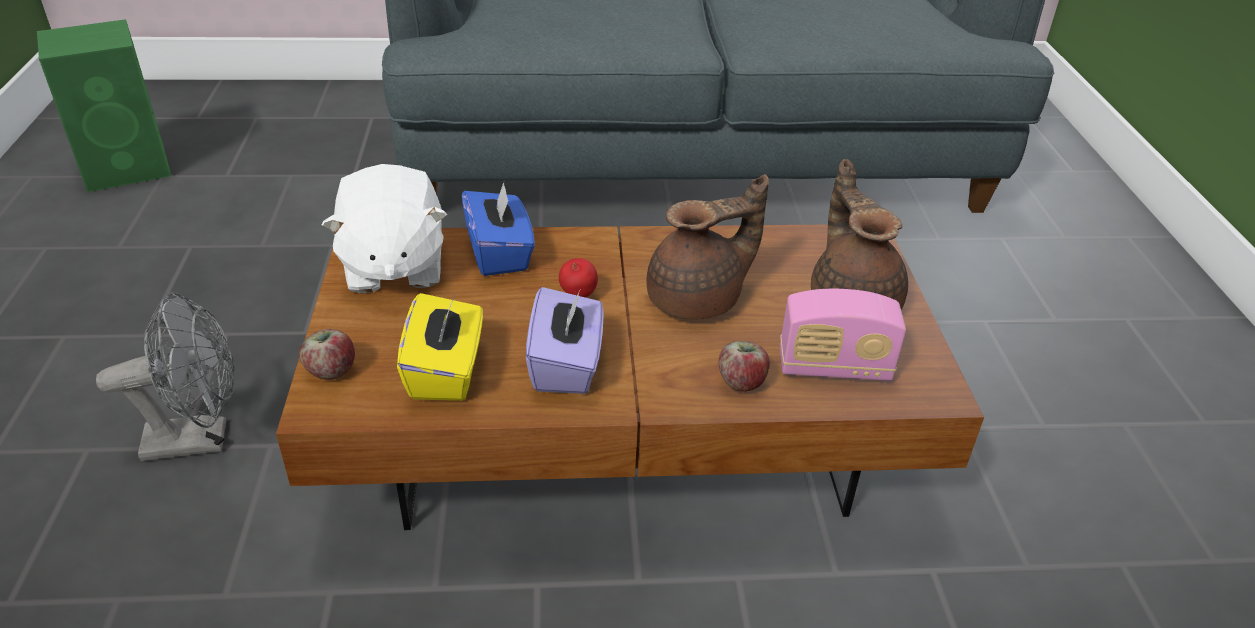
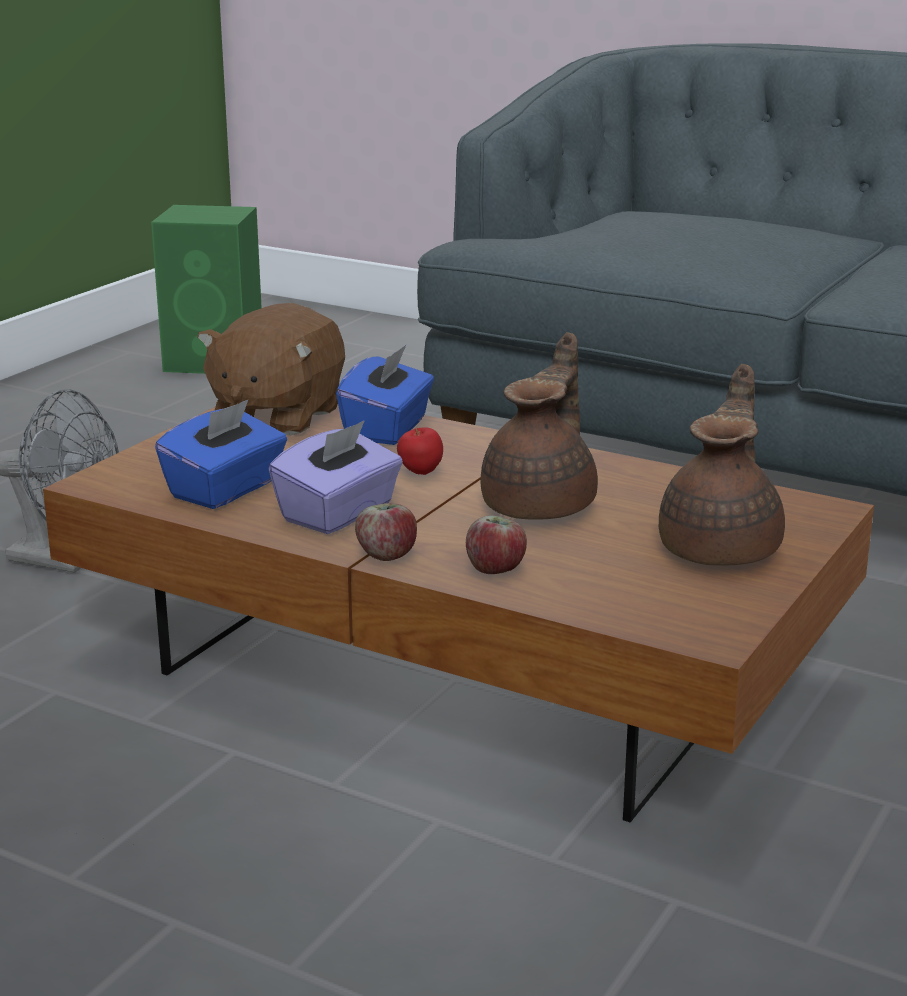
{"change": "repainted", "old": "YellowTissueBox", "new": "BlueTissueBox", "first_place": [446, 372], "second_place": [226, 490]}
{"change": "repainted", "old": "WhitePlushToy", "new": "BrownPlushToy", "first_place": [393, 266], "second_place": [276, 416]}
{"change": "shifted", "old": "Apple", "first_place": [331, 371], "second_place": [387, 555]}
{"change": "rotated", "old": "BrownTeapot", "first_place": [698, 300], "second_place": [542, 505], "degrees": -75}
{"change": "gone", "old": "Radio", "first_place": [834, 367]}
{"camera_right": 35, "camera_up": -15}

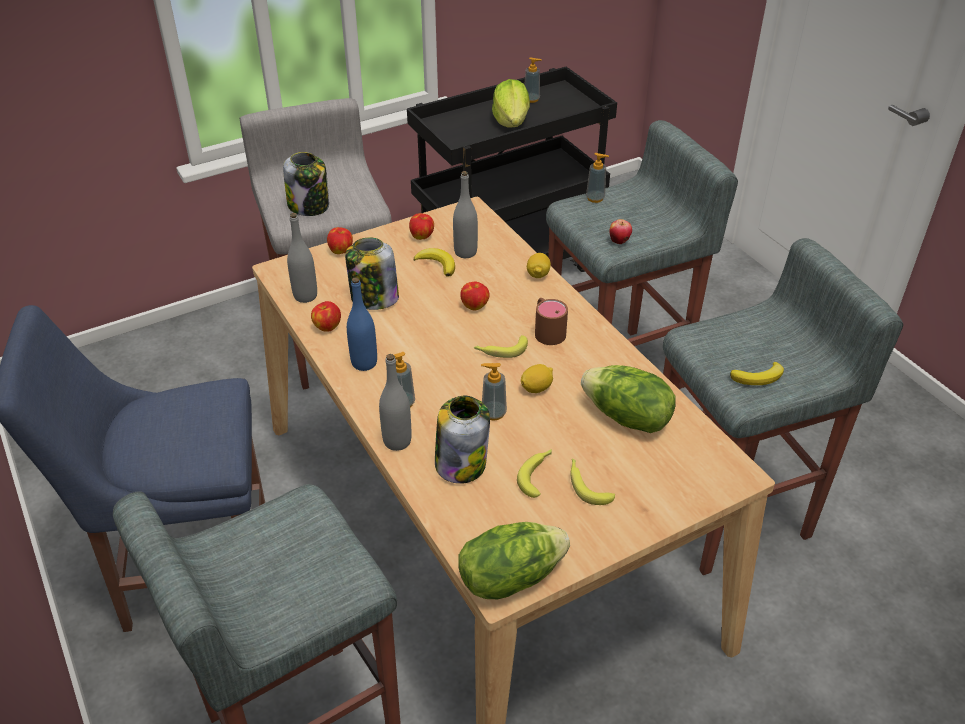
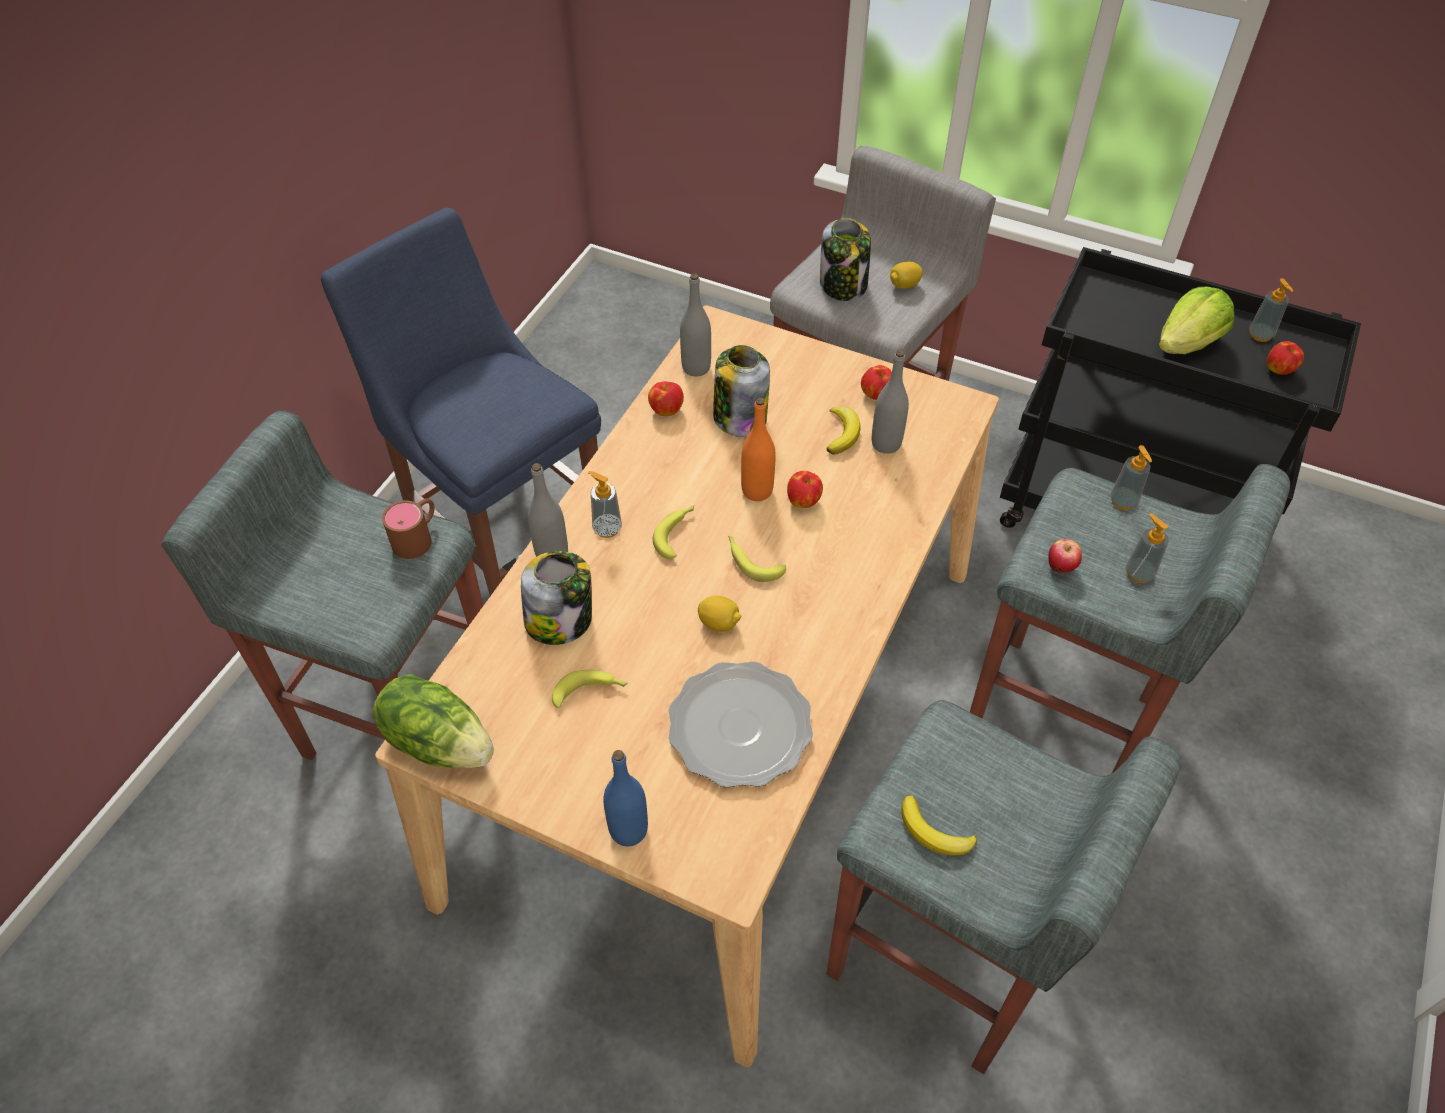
{"change": "shifted", "old": "BrownMug", "first_place": [547, 330], "second_place": [418, 537]}
{"change": "shifted", "old": "BlueBottle", "first_place": [364, 363], "second_place": [628, 830]}
{"change": "shifted", "old": "Banana", "first_place": [587, 485], "second_place": [676, 534]}
{"change": "swapped", "old": "Lettuce", "new": "Plate", "first_place": [626, 417], "second_place": [739, 727]}
{"change": "new", "new": "OrangeBottle", "second_place": [757, 490]}
{"change": "shifted", "old": "Lemon", "first_place": [538, 274], "second_place": [904, 285]}
{"change": "shifted", "old": "SoapDispenser", "first_place": [493, 413], "second_place": [1139, 573]}
{"change": "shifted", "old": "Apple", "first_place": [341, 250], "second_place": [1279, 370]}
{"camera_right": 55, "camera_up": 10}

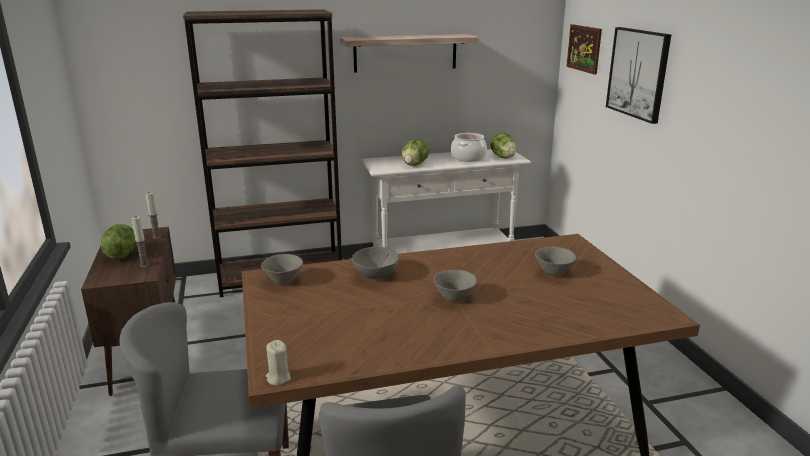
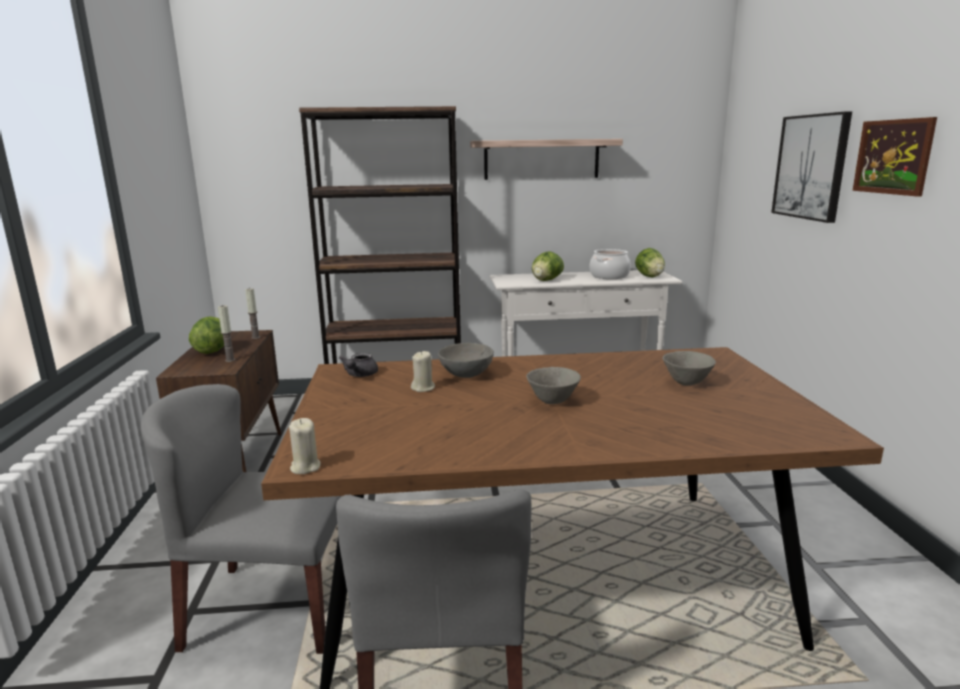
{"change": "swapped", "old": "GreyBowl", "new": "GreyTeapot", "first_place": [284, 281], "second_place": [359, 375]}
{"change": "new", "new": "BeigeCandle", "second_place": [423, 388]}
{"change": "shifted", "old": "Picture", "first_place": [584, 48], "second_place": [893, 157]}
{"camera_right": 10, "camera_up": -5}

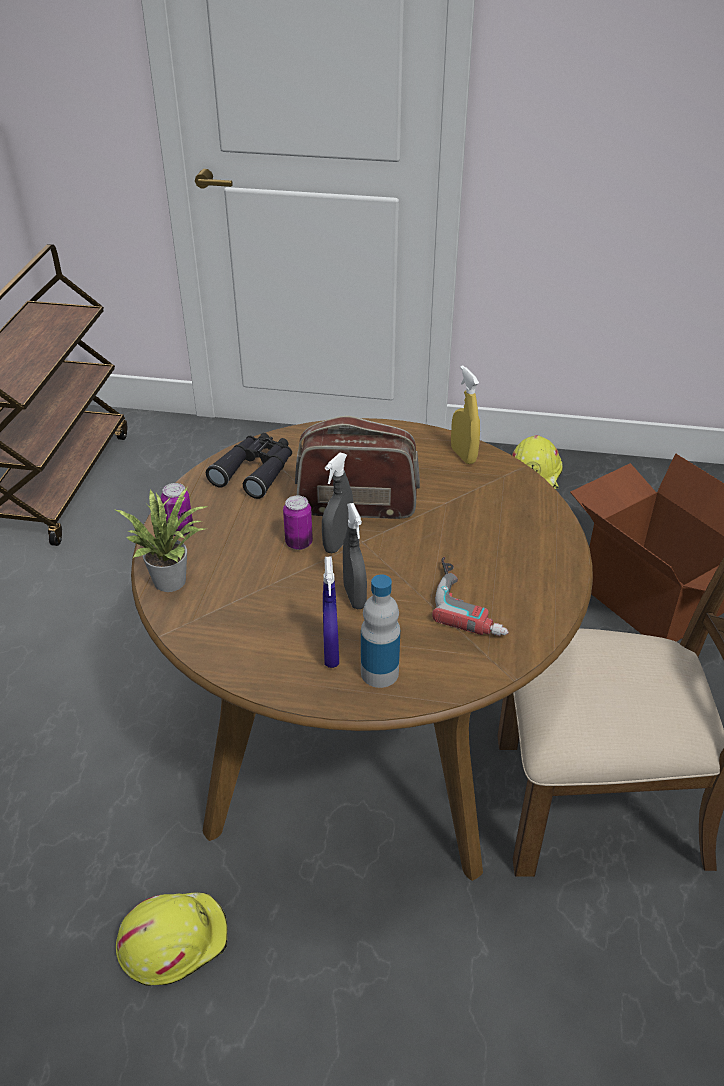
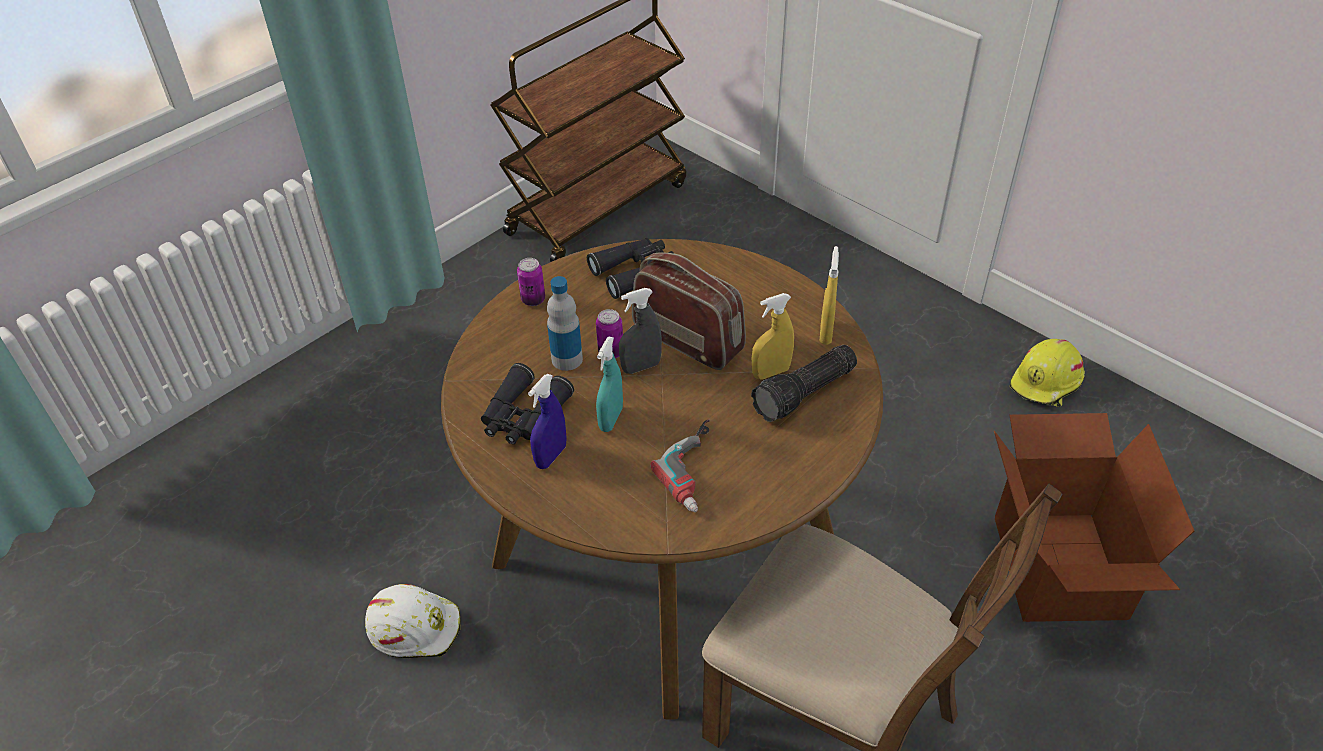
{"change": "repainted", "old": "YellowHardHat", "new": "WhiteHardHat", "first_place": [173, 940], "second_place": [415, 626]}
{"change": "new", "new": "BlackBinoculars", "second_place": [523, 416]}
{"change": "shifted", "old": "Bottle", "first_place": [379, 673], "second_place": [567, 359]}
{"change": "repainted", "old": "GreySprayBottle", "new": "TurquoiseSprayBottle", "first_place": [354, 597], "second_place": [611, 419]}
{"change": "new", "new": "Flashlight", "second_place": [805, 394]}
{"change": "new", "new": "YellowSprayBottle", "second_place": [771, 372]}
{"change": "gone", "old": "PottedPlant", "first_place": [173, 579]}
{"camera_right": 35, "camera_up": 5}

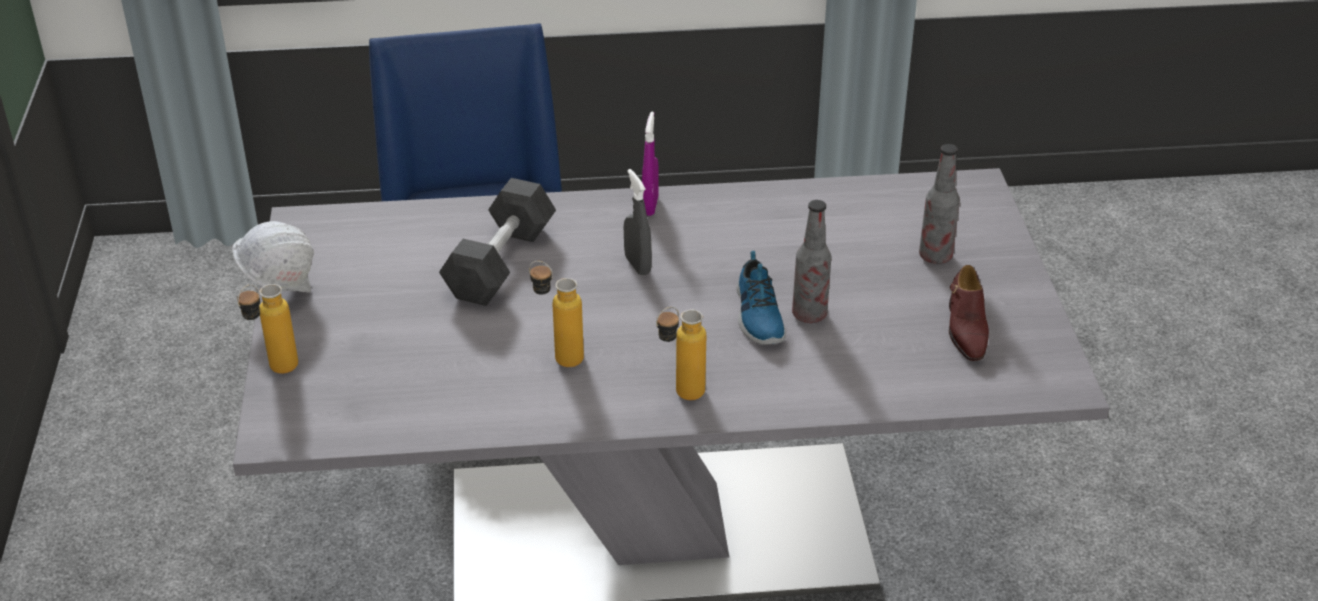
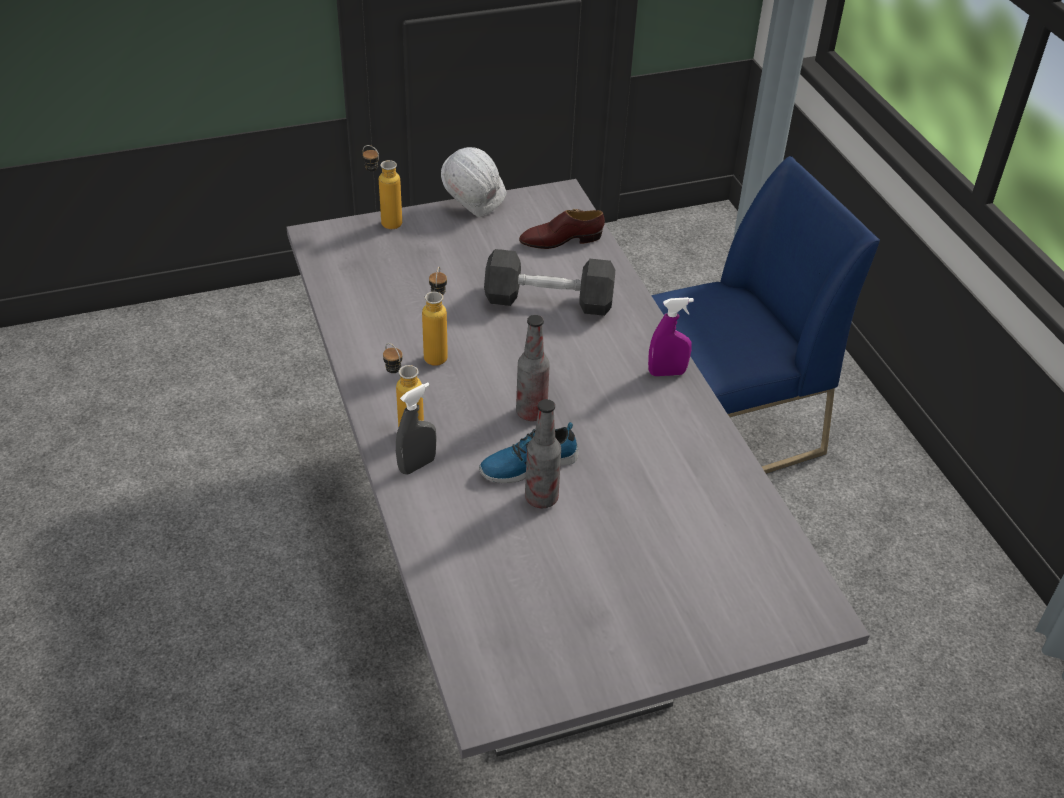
{"change": "shifted", "old": "GreySprayBottle", "first_place": [637, 265], "second_place": [417, 465]}
{"change": "shifted", "old": "Bottle", "first_place": [935, 256], "second_place": [531, 412]}
{"change": "shifted", "old": "BrownShoe", "first_place": [965, 329], "second_place": [561, 240]}
{"camera_right": 75, "camera_up": 5}

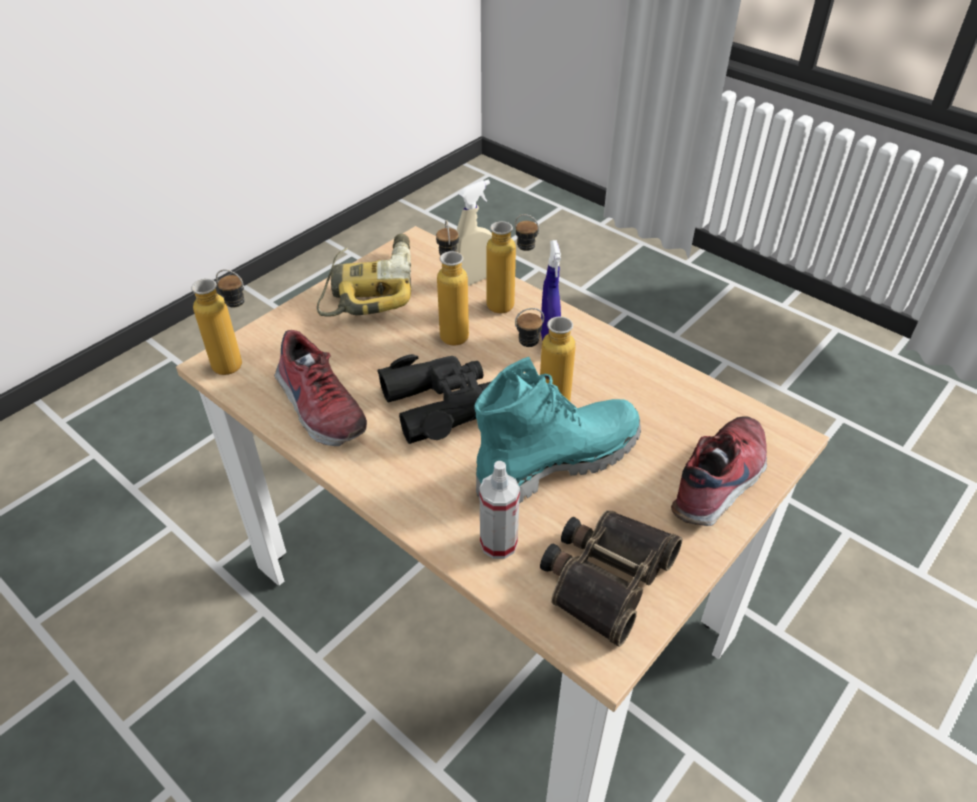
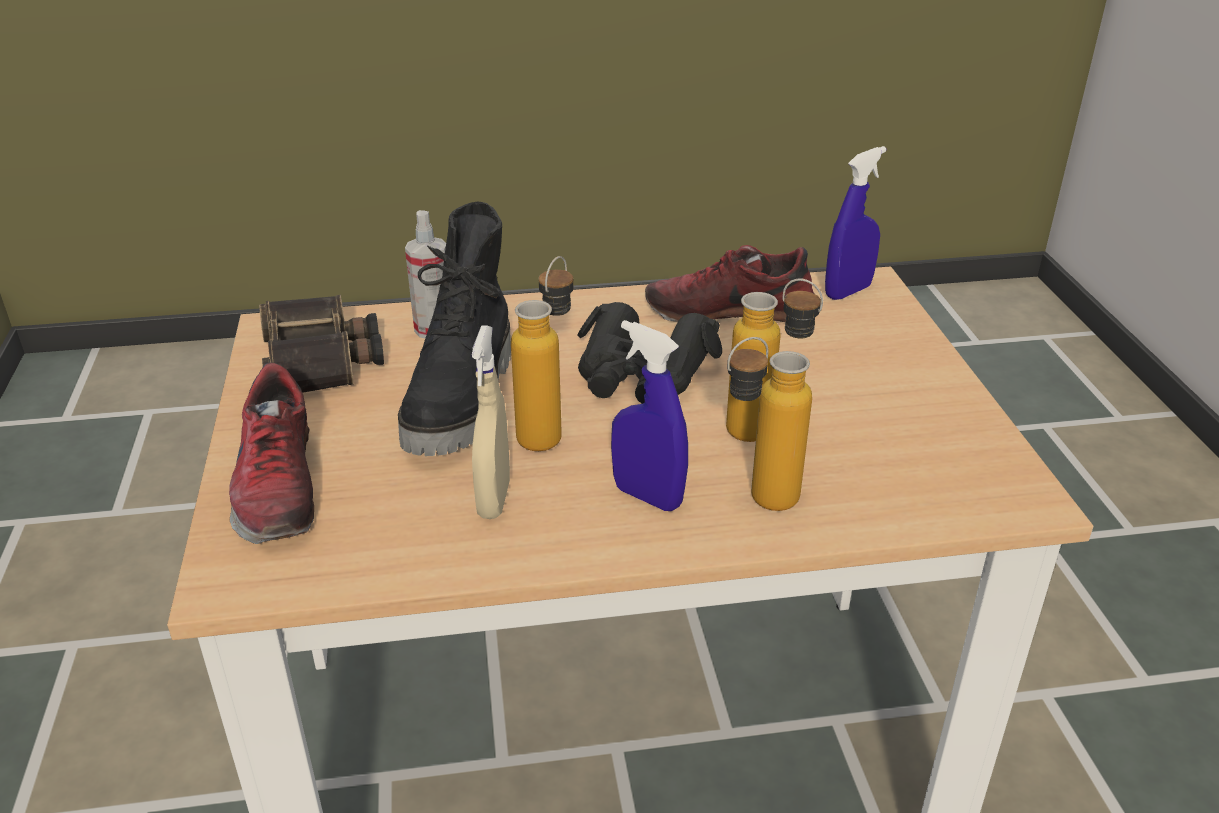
{"change": "repainted", "old": "TurquoiseBoot", "new": "BlackBoot", "first_place": [557, 461], "second_place": [465, 400]}
{"change": "shifted", "old": "BeigeSprayBottle", "first_place": [474, 280], "second_place": [494, 499]}
{"change": "swapped", "old": "Bottle", "new": "BlueSprayBottle", "first_place": [239, 368], "second_place": [848, 291]}
{"change": "gone", "old": "PowerDrill", "first_place": [369, 286]}
{"camera_right": 130, "camera_up": -10}

